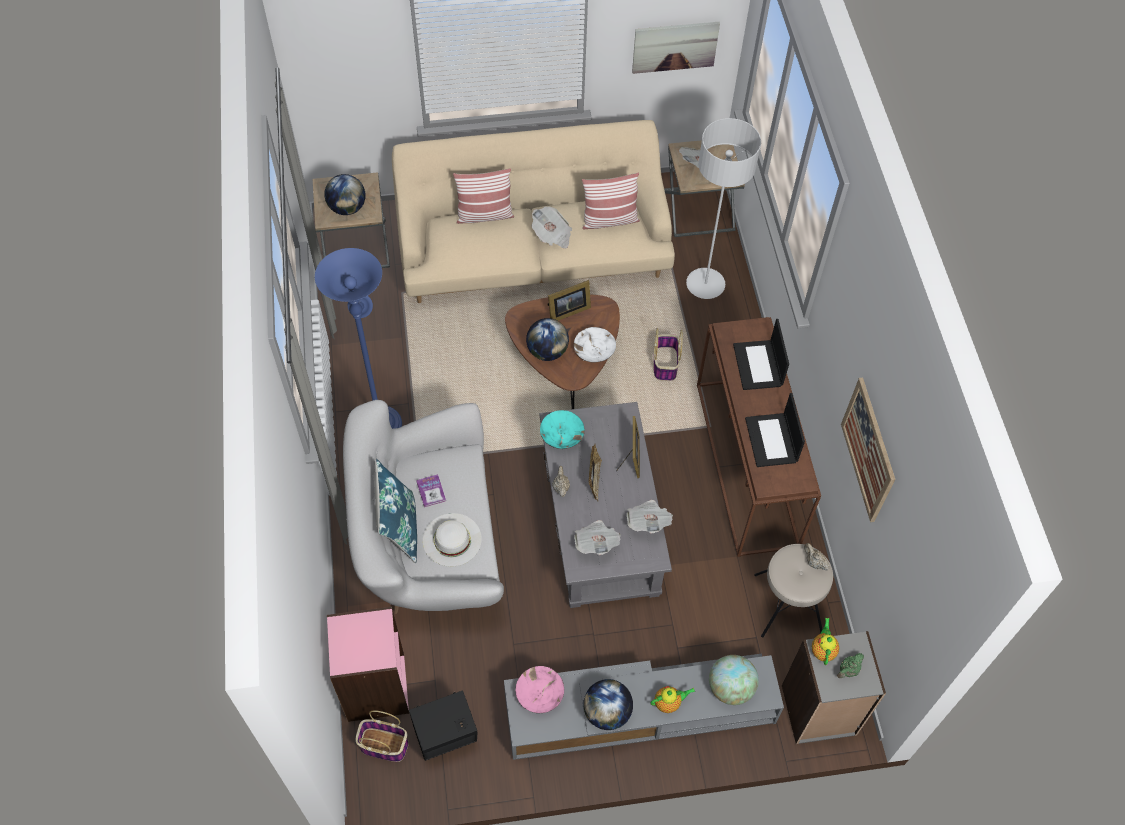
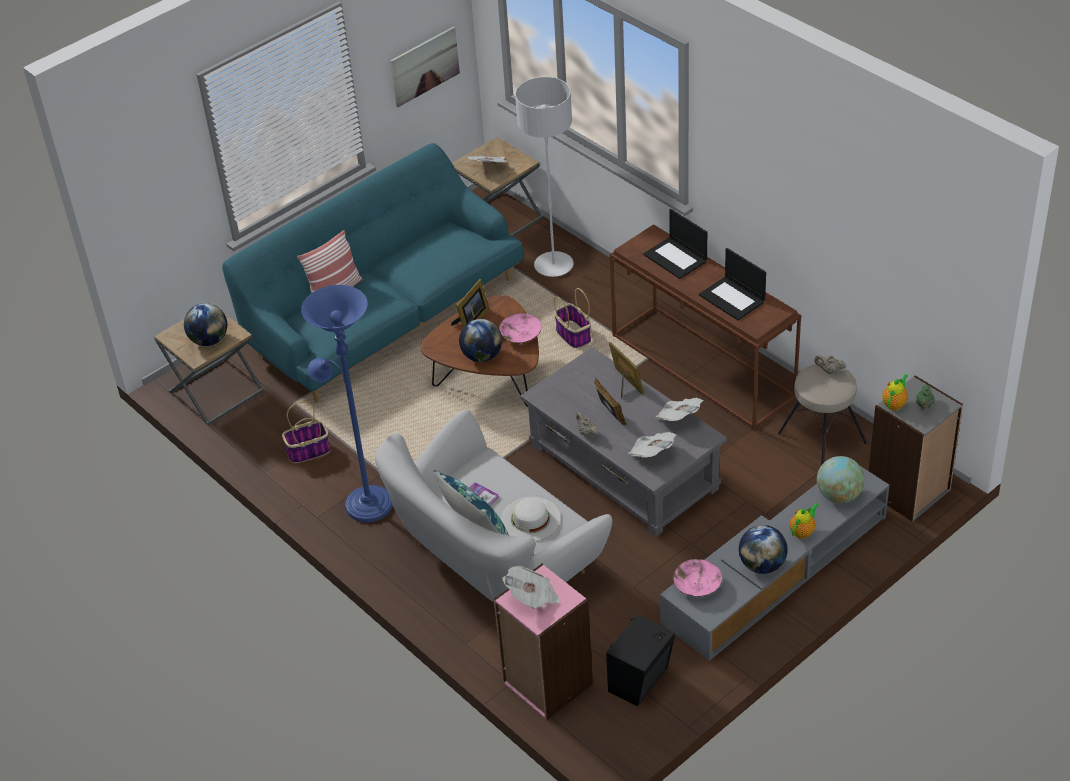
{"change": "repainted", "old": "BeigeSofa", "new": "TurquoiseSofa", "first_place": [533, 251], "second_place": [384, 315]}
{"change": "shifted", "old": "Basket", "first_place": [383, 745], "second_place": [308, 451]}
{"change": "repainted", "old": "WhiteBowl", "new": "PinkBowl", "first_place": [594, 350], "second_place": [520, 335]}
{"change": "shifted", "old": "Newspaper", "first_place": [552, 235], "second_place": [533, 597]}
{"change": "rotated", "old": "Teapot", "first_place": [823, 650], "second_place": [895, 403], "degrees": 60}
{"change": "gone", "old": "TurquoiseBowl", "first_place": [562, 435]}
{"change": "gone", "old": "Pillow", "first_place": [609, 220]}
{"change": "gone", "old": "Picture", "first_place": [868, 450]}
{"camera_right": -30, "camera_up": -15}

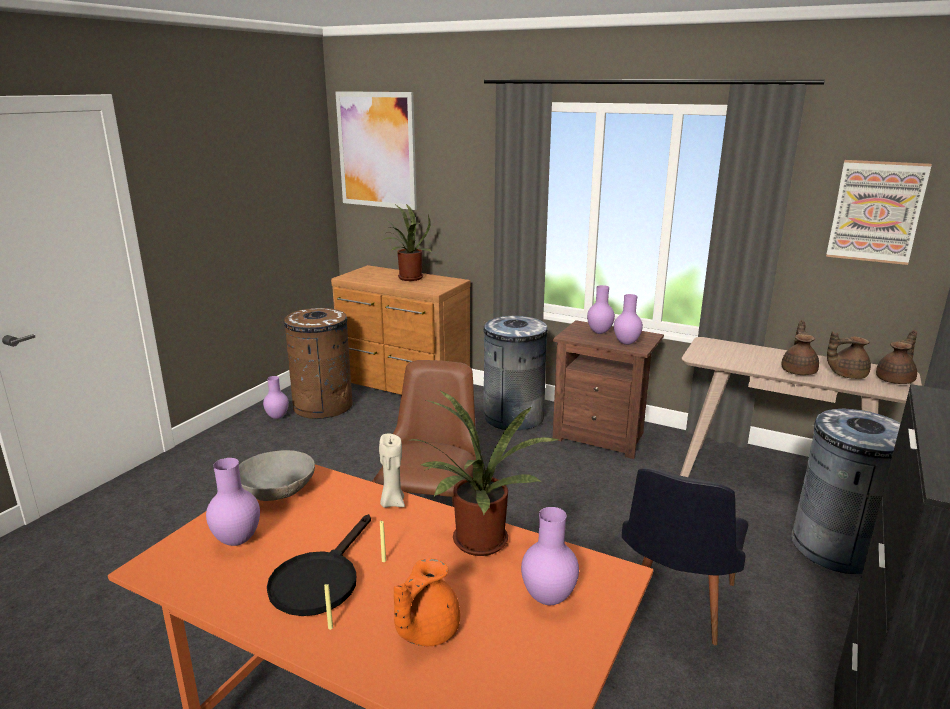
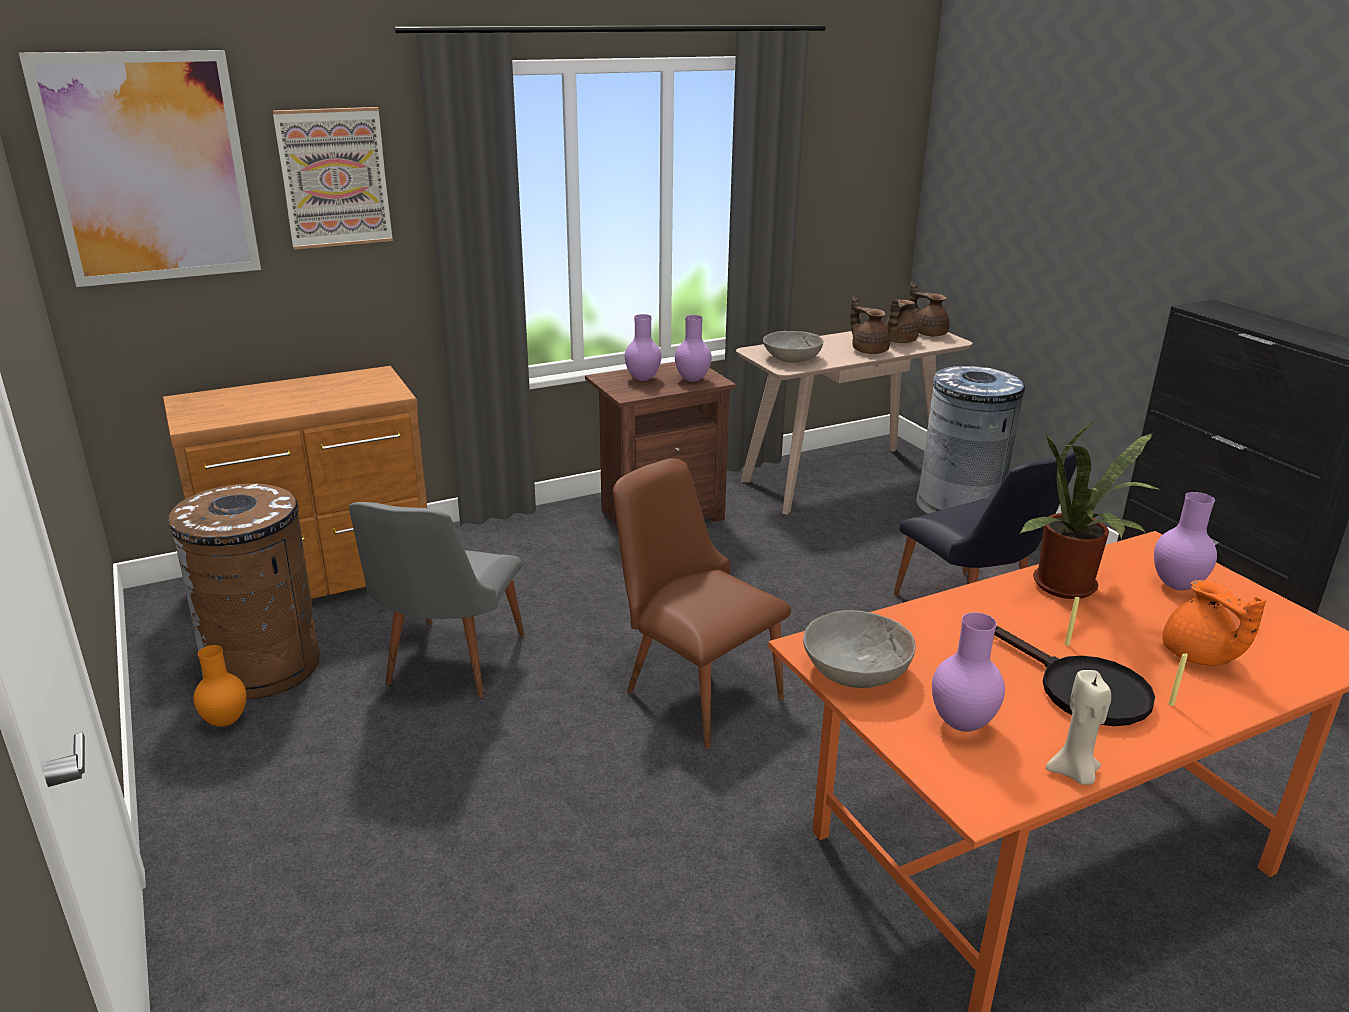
{"change": "repainted", "old": "PurpleVase", "new": "OrangeVase", "first_place": [277, 417], "second_place": [225, 721]}
{"change": "shifted", "old": "Picture", "first_place": [876, 211], "second_place": [334, 178]}
{"change": "new", "new": "GreyChair", "second_place": [447, 666]}
{"change": "new", "new": "GreyBowl", "second_place": [791, 358]}
{"change": "rotated", "old": "BrownTeapot", "first_place": [895, 380], "second_place": [928, 333], "degrees": -45}
{"change": "shifted", "old": "BeigeCandle", "first_place": [392, 502], "second_place": [1074, 773]}
{"change": "gone", "old": "PottedPlant", "first_place": [407, 278]}
{"change": "gone", "old": "GreyTrashCan", "first_place": [513, 417]}
{"camera_right": -55, "camera_up": 5}

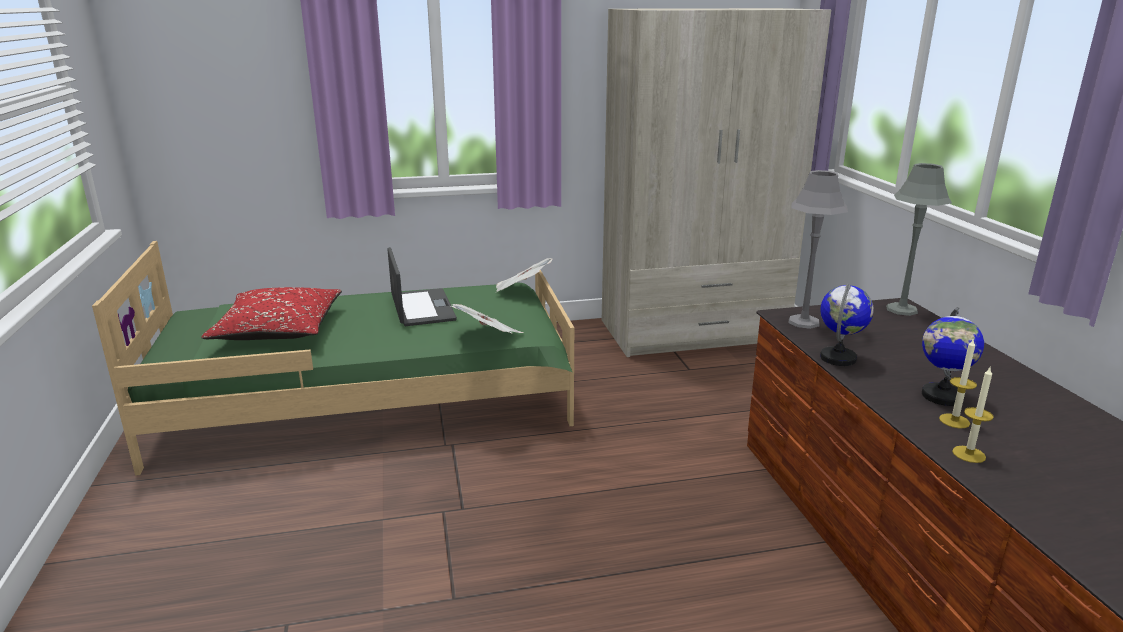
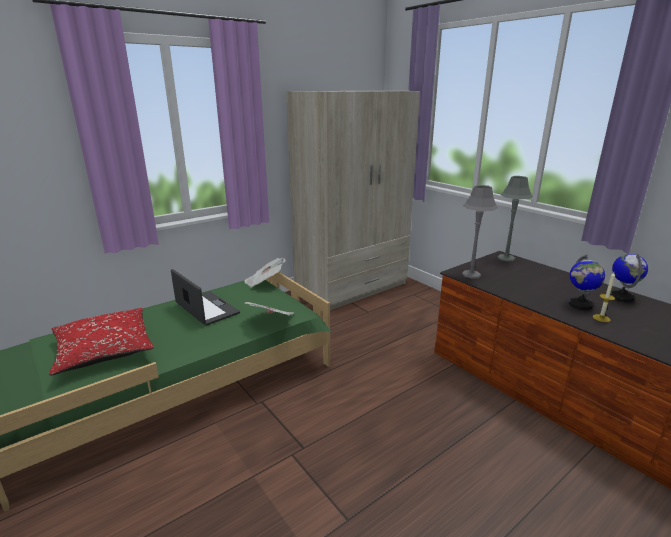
{"change": "shifted", "old": "Globe", "first_place": [838, 358], "second_place": [621, 297]}
{"change": "gone", "old": "Candle", "first_place": [969, 454]}
{"camera_right": -25, "camera_up": 0}

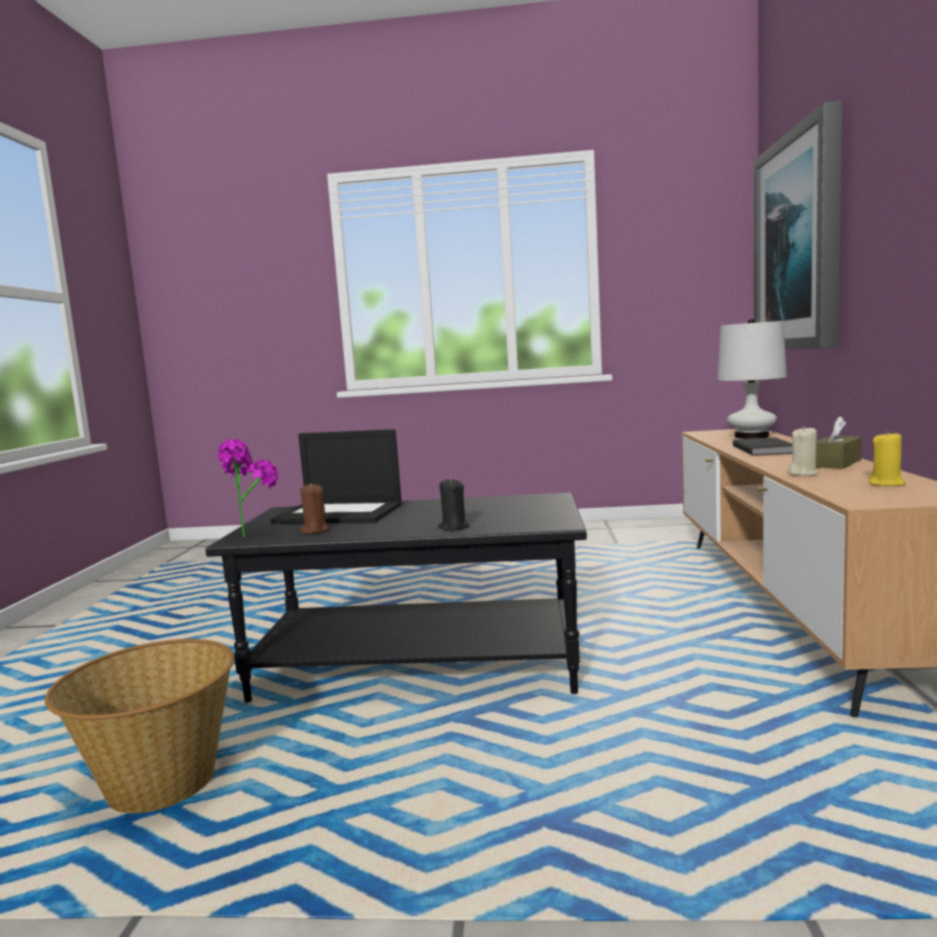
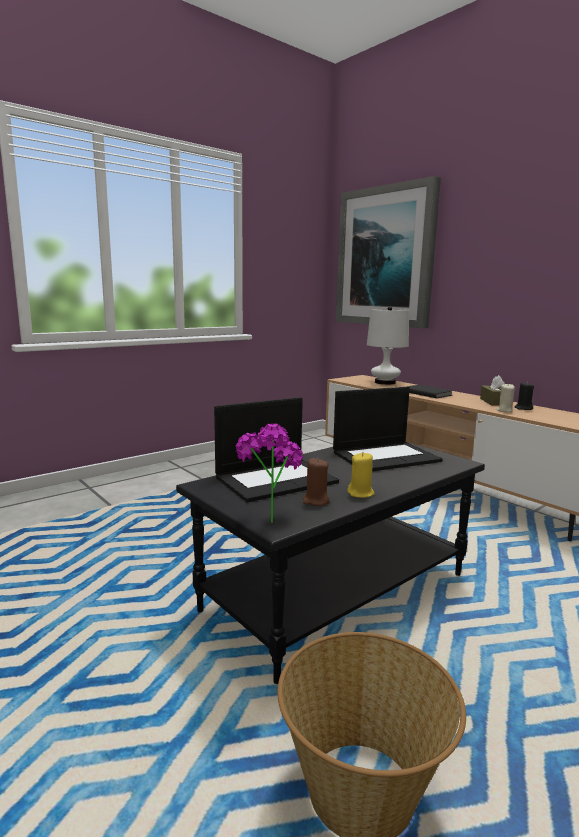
{"change": "new", "new": "Laptop", "second_place": [386, 456]}
{"change": "shifted", "old": "YellowCandle", "first_place": [886, 483], "second_place": [361, 493]}
{"change": "shifted", "old": "BlackCandle", "first_place": [453, 527], "second_place": [523, 408]}
{"camera_right": -45, "camera_up": 5}

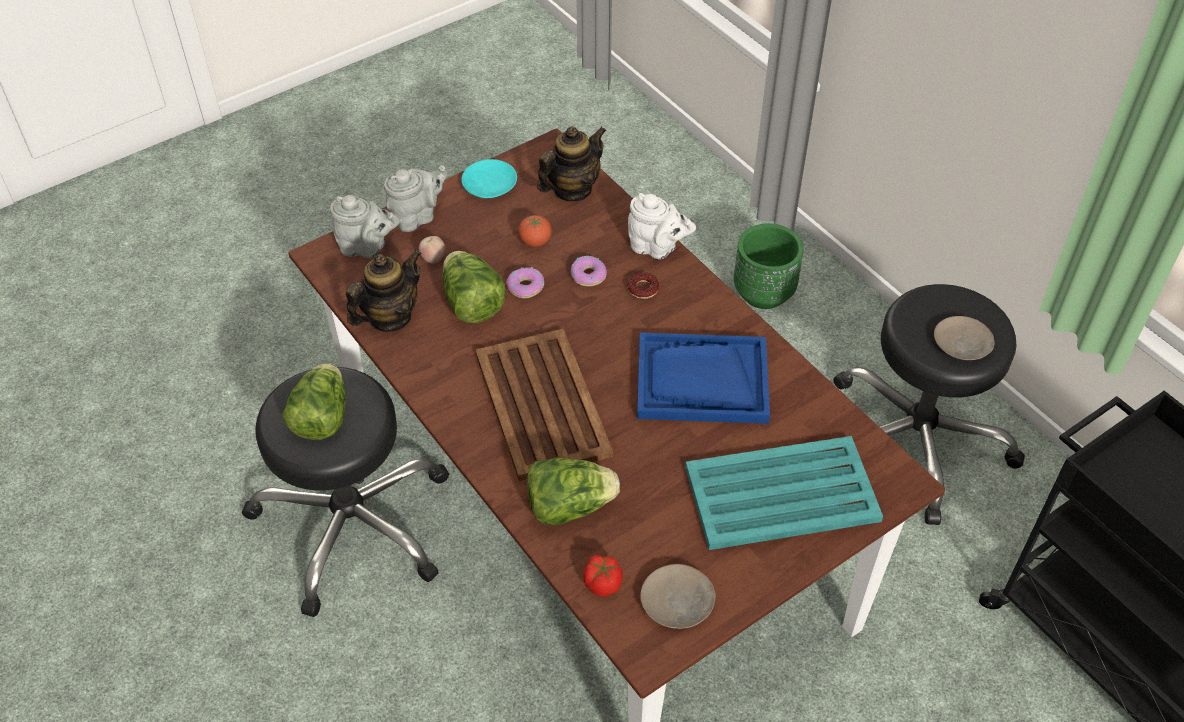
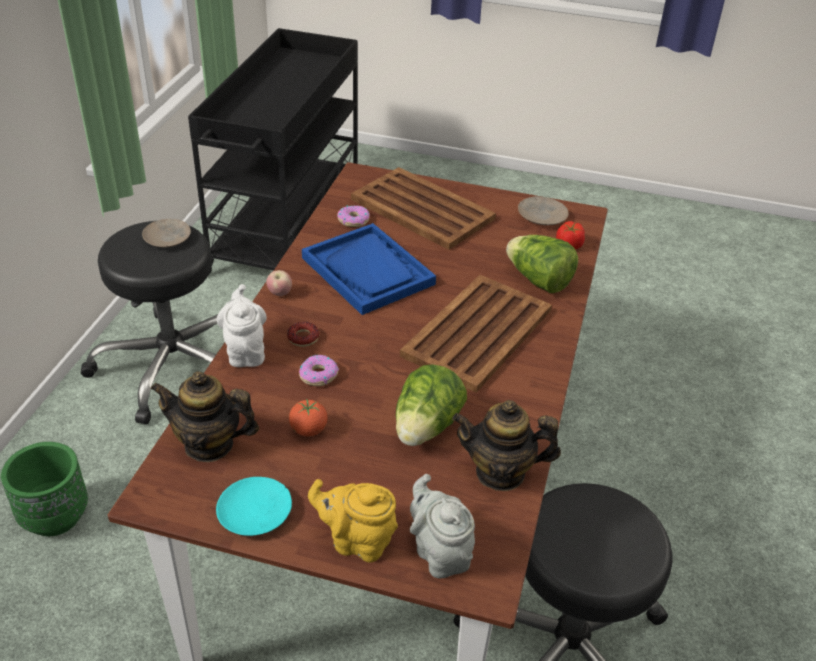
{"change": "shifted", "old": "Apple", "first_place": [433, 259], "second_place": [280, 293]}
{"change": "repainted", "old": "GreyTeapot", "new": "YellowTeapot", "first_place": [417, 217], "second_place": [357, 541]}
{"change": "shifted", "old": "Donut", "first_place": [526, 287], "second_place": [353, 220]}
{"change": "repainted", "old": "TurquoiseTray", "new": "BrownTray", "first_place": [779, 494], "second_place": [423, 210]}
{"change": "gone", "old": "Lettuce", "first_place": [321, 418]}
{"camera_right": -130, "camera_up": -10}

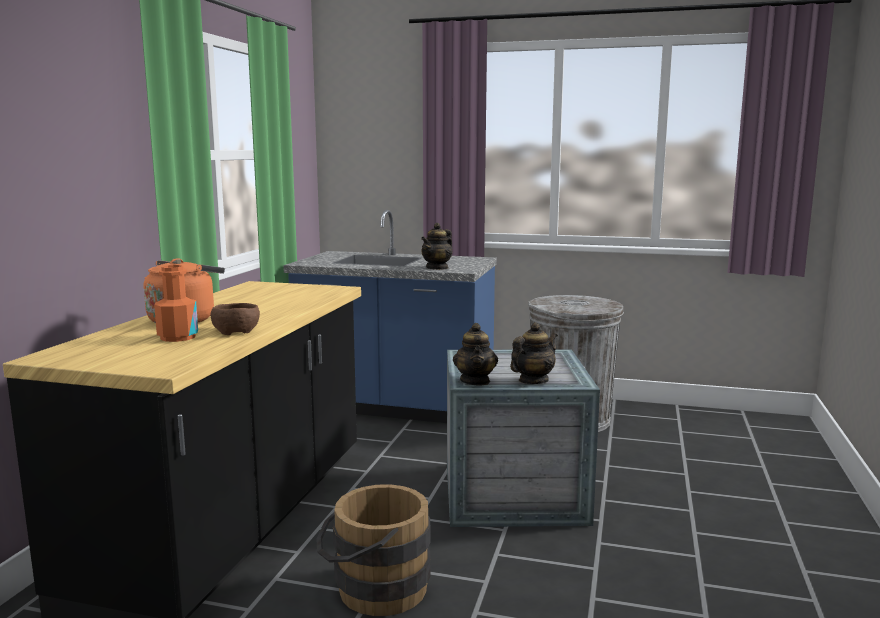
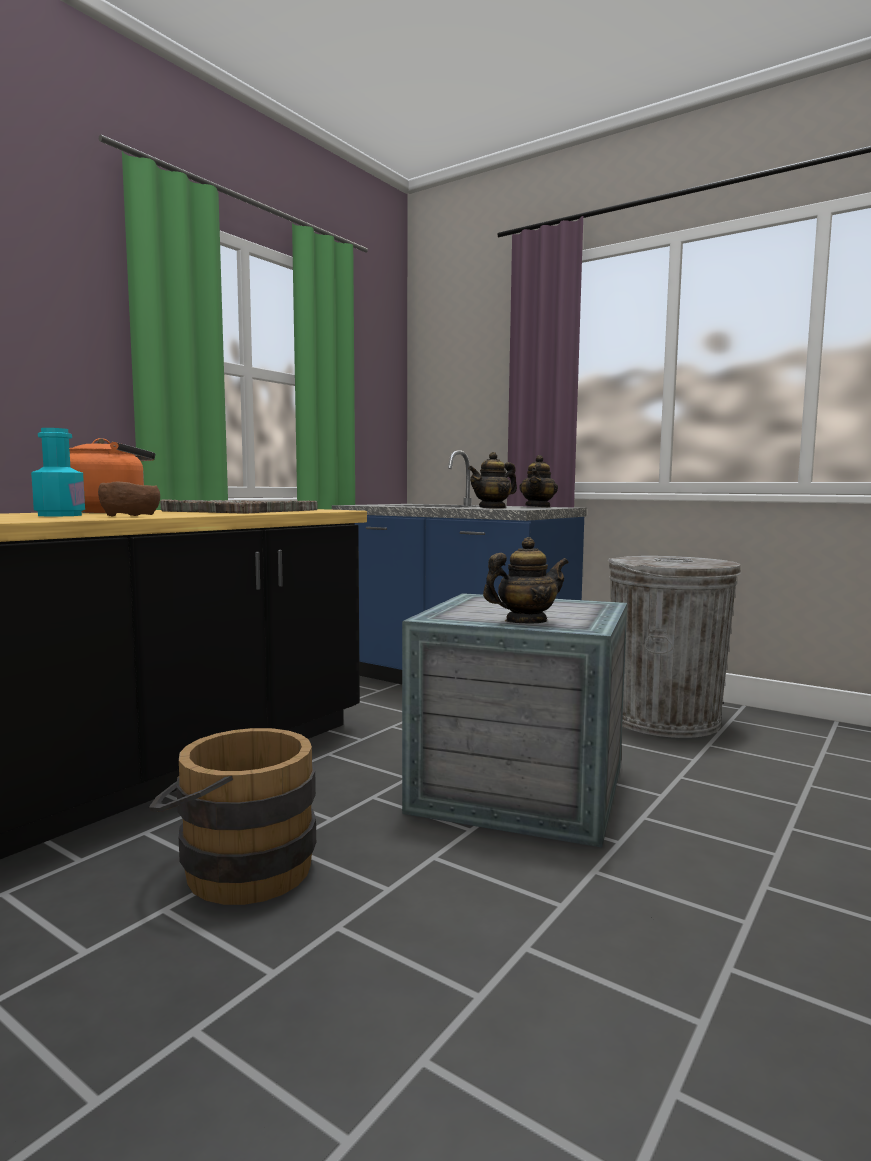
{"change": "repainted", "old": "OrangeBottle", "new": "TurquoiseBottle", "first_place": [178, 337], "second_place": [60, 515]}
{"change": "new", "new": "GreyTray", "second_place": [241, 510]}
{"change": "shifted", "old": "Teapot", "first_place": [475, 381], "second_place": [538, 507]}
{"camera_right": 20, "camera_up": -5}

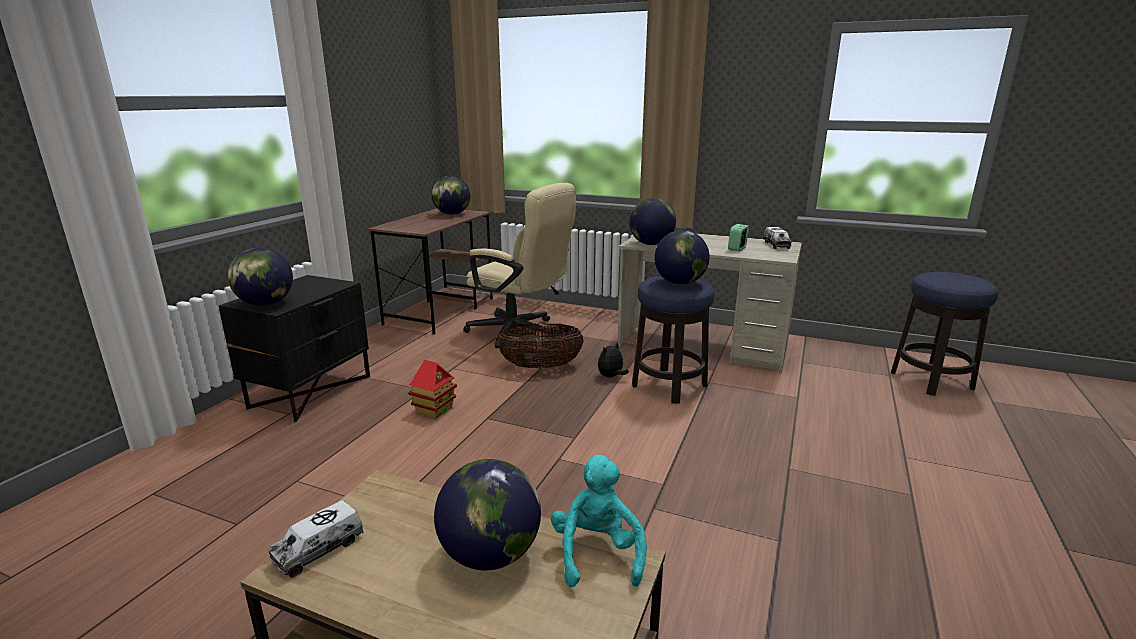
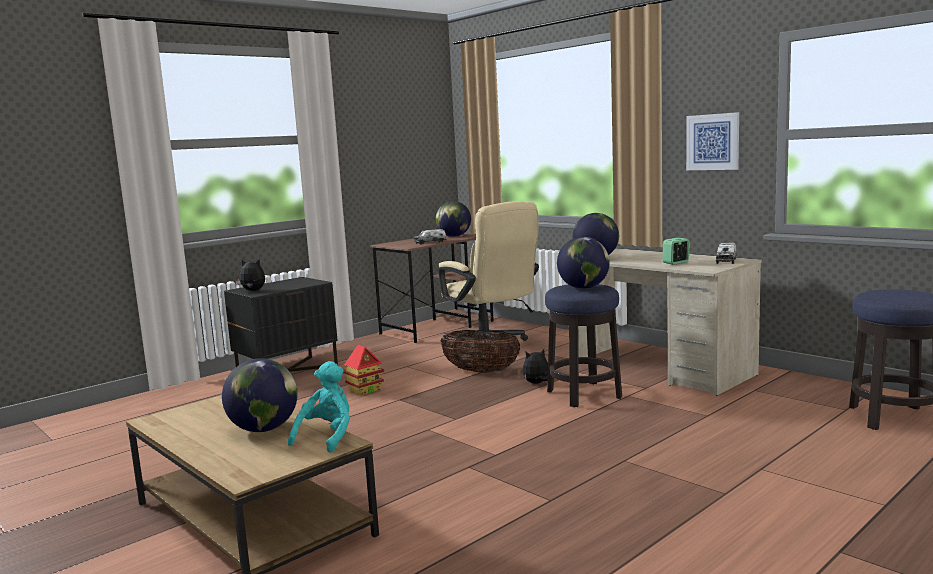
{"change": "swapped", "old": "Globe", "new": "PlushToy", "first_place": [265, 304], "second_place": [253, 291]}
{"change": "shifted", "old": "ToyTruck", "first_place": [319, 549], "second_place": [430, 242]}
{"change": "new", "new": "Picture", "second_place": [713, 142]}
{"camera_right": 25, "camera_up": -10}

